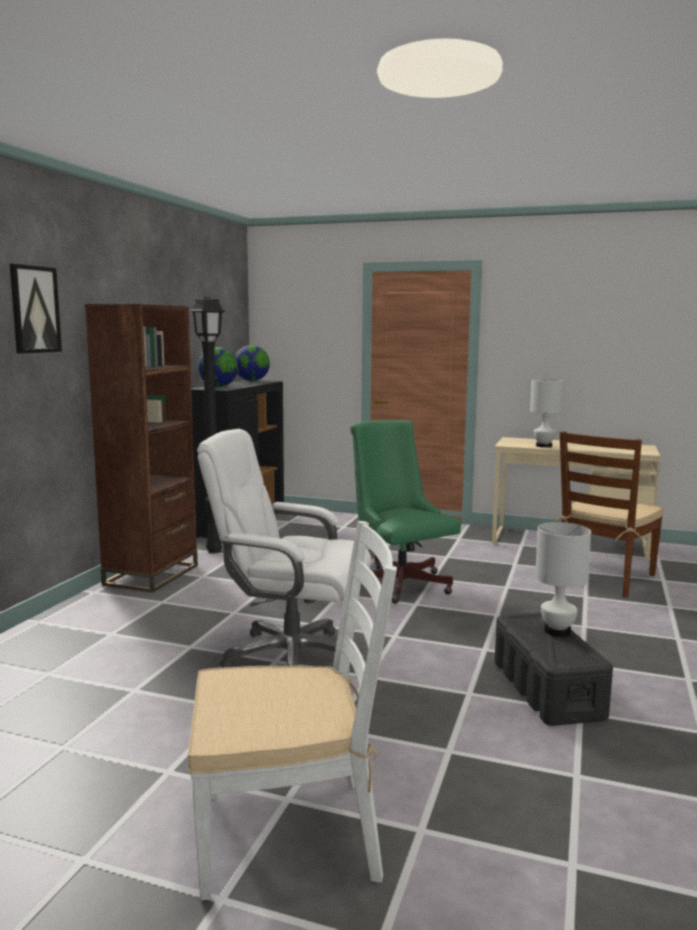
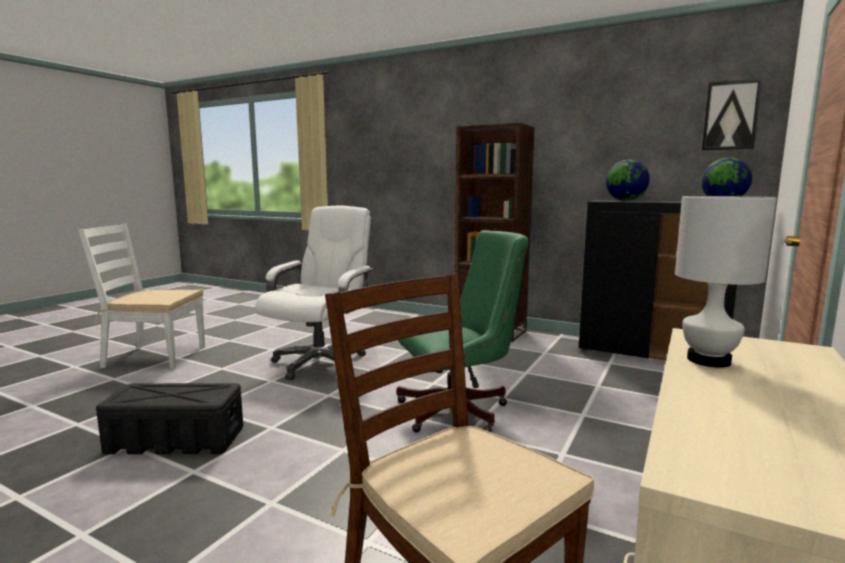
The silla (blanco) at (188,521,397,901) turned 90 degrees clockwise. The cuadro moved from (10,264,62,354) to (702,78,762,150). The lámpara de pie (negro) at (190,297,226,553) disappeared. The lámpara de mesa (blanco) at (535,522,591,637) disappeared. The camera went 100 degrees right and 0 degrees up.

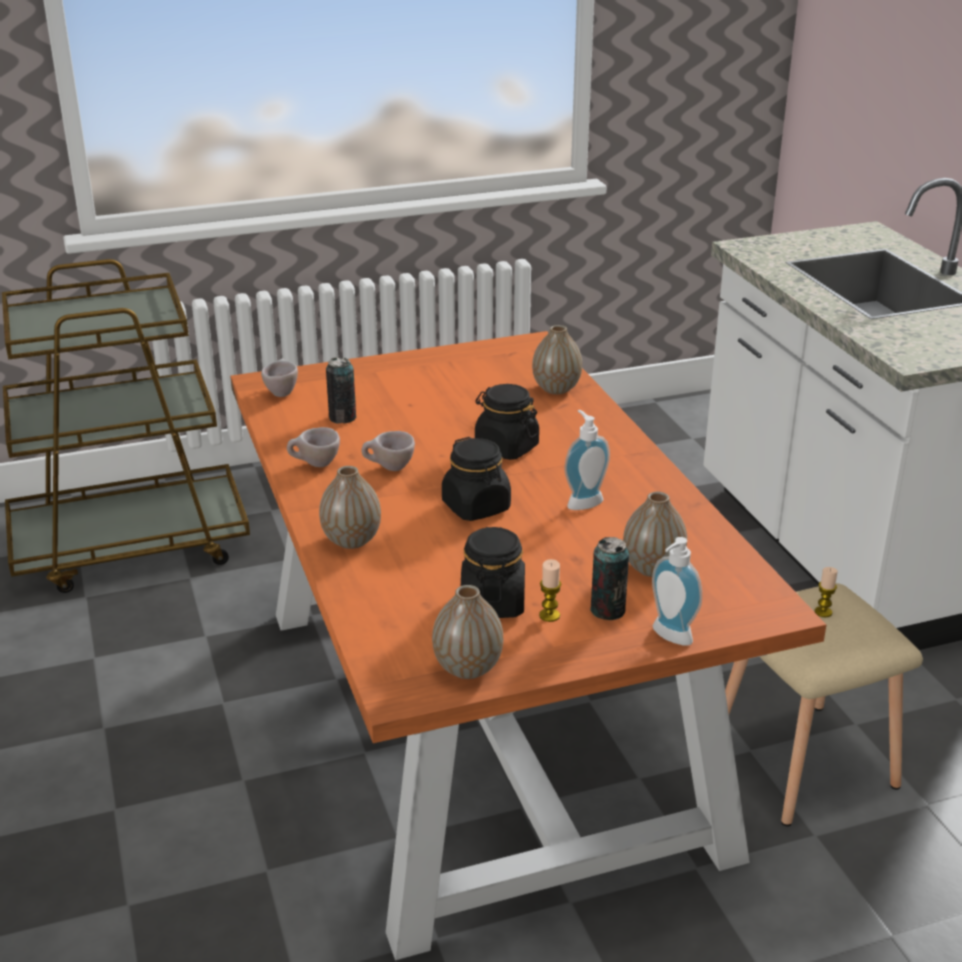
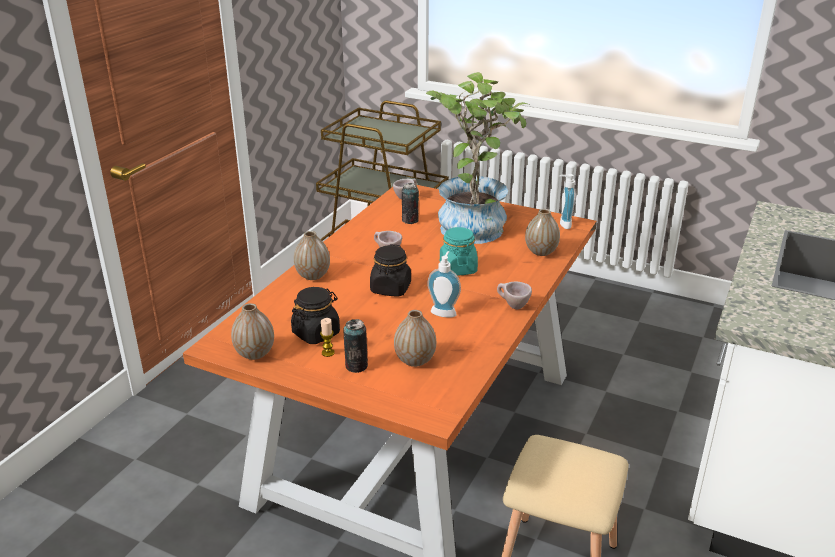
The planta en maceta at (426,72,527,244) appeared. The tarro (negro) at (475,384,539,460) became the tarro (turquesa) at (440,227,478,276). The taza (beis) moved from (287,427,340,467) to (497,281,532,309). The dispensador de jabón moved from (652,537,702,646) to (559,174,575,229). The vela at (815,567,838,617) disappeared. The camera went 45 degrees right and 0 degrees up.

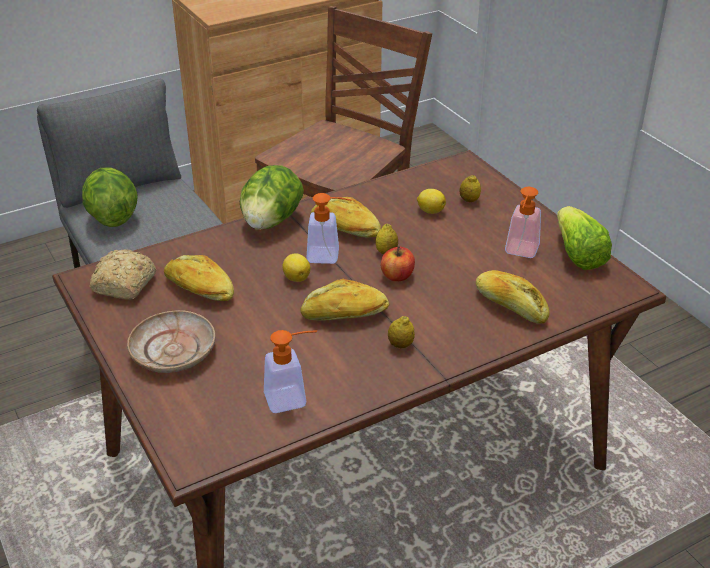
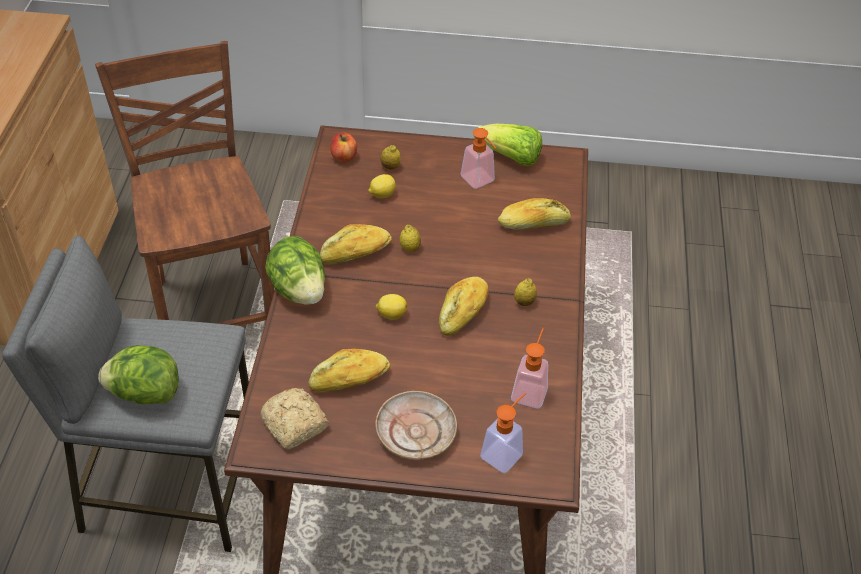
The manzana moved from (381,246,415,281) to (330,133,357,162). The dispensador de jabón moved from (306,193,352,264) to (480,393,526,473). The camera went 55 degrees left and 10 degrees up.

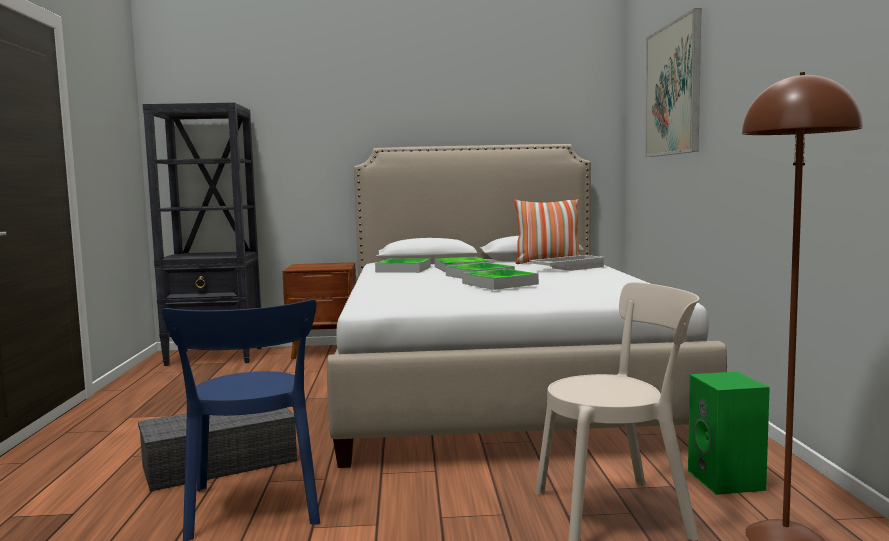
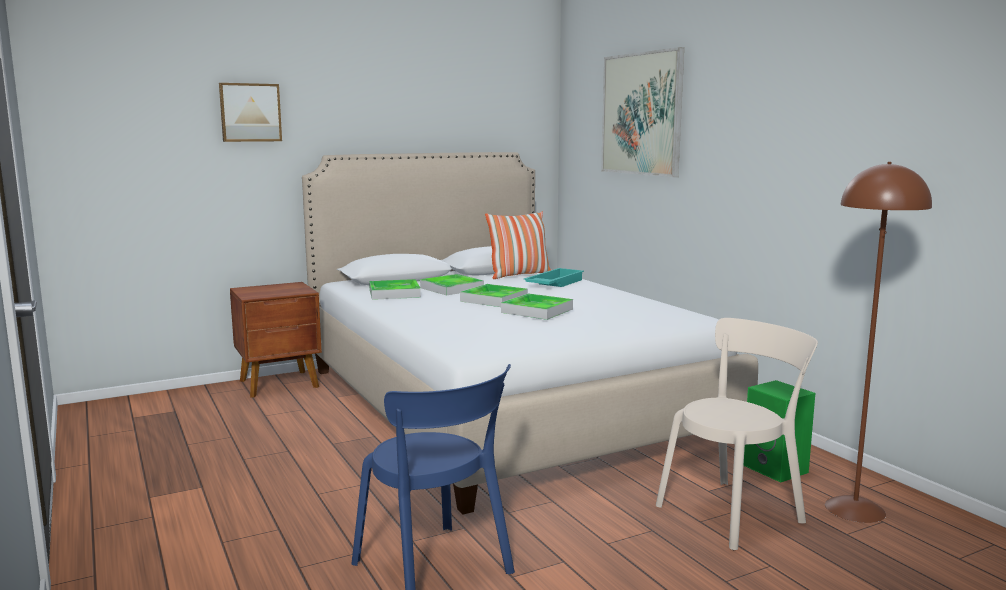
The cuadro at (219,83,282,142) appeared. The bandeja (blanco) at (529,255,606,271) became the bandeja (turquesa) at (523,268,584,287). The caja de almacenaje (gris) at (138,408,297,492) disappeared. The estantería (negro) at (143,102,262,366) disappeared. The camera went 25 degrees left and 5 degrees up.

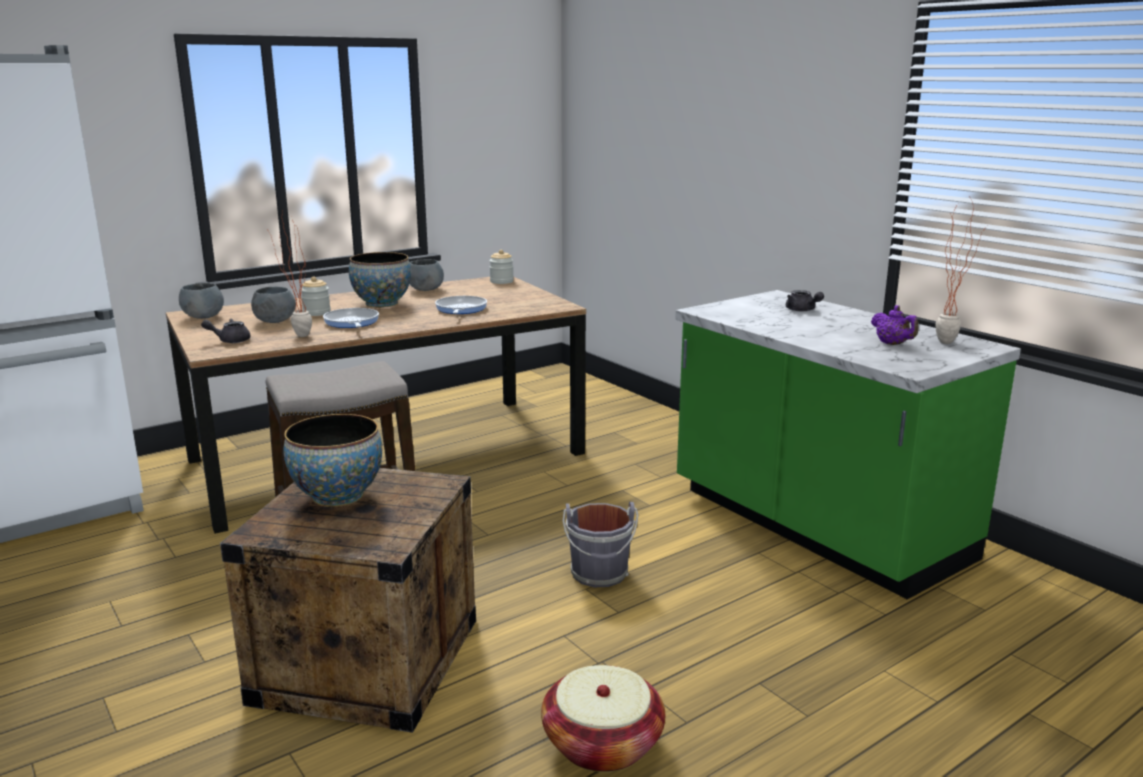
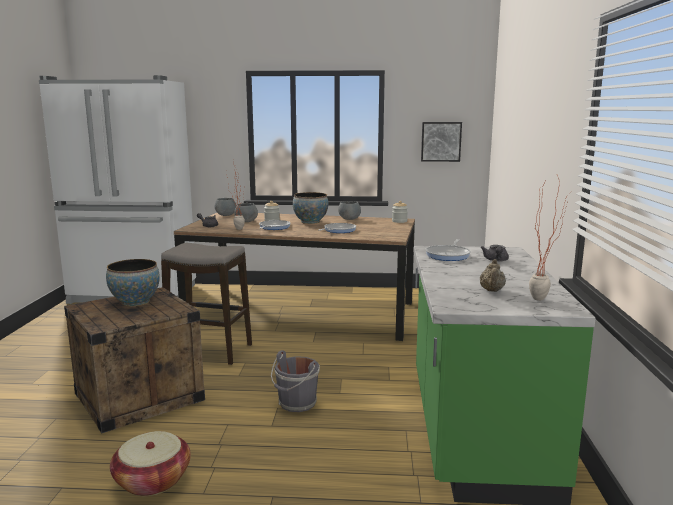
The cuadro at (421,122,462,162) appeared. The sartén at (425,239,471,261) appeared. The tetera (morado) at (871,305,918,345) became the tetera (beis) at (480,259,506,292). The camera went 40 degrees right and 5 degrees down.

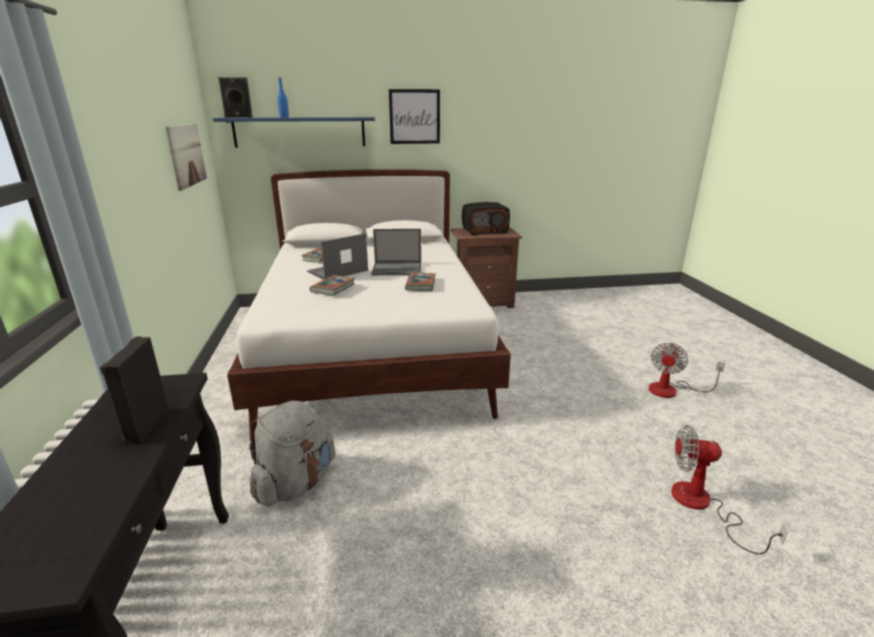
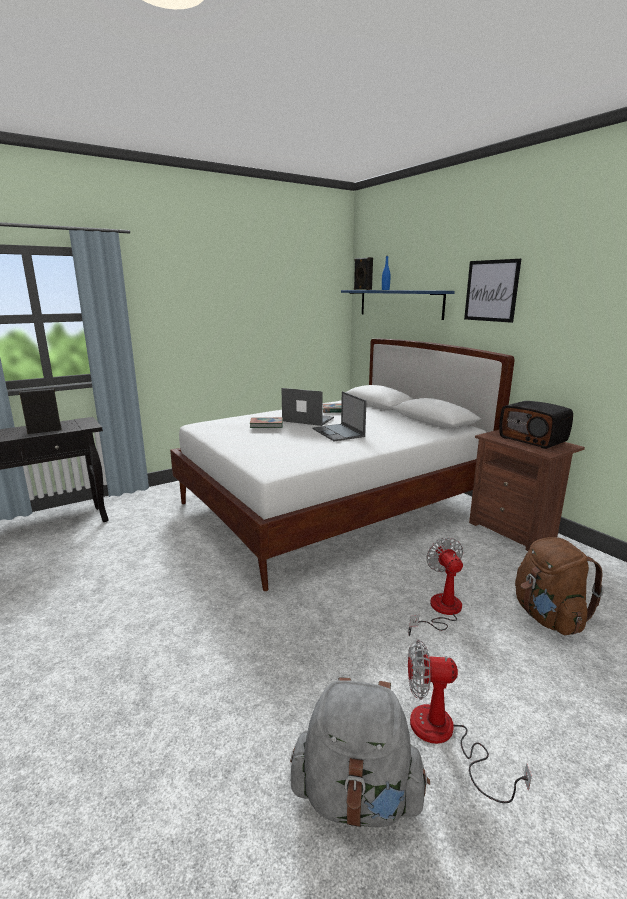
The mochila (gris) moved from (249,401,335,506) to (290,677,430,827). The ventilador moved from (671,425,788,554) to (408,537,463,636). The mochila (marrón) at (515,537,604,635) appeared. The cuadro at (165,123,207,191) disappeared. The libro at (405,273,436,291) disappeared. The camera went 65 degrees right and 5 degrees down.

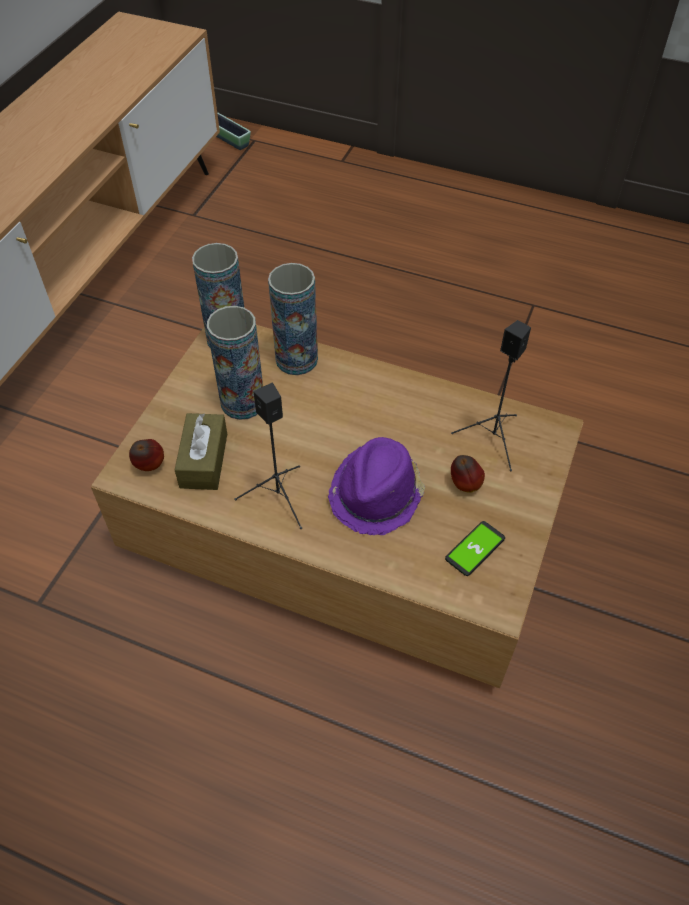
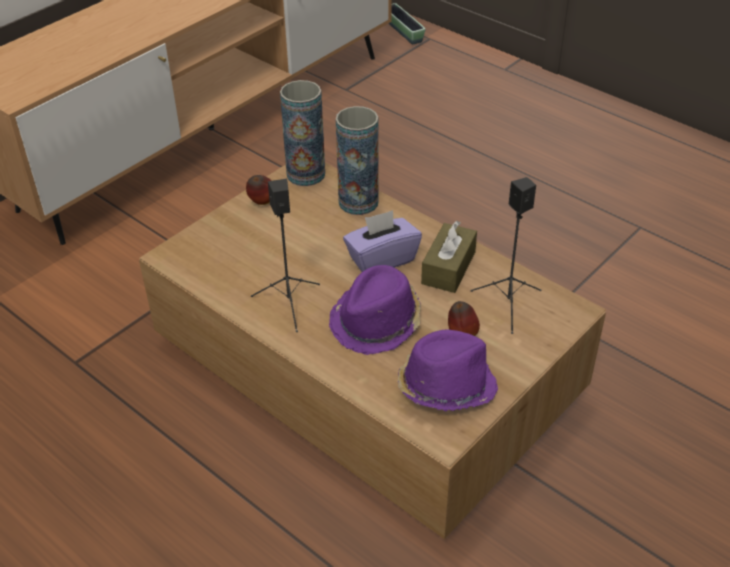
The manzana moved from (129,439,164,471) to (246,175,271,205). The caja de pañuelos (morado) at (343,210,422,272) appeared. The móvil at (445,521,505,576) was replaced by the sombrero (morado) at (398,330,498,412). The caja de pañuelos (marrón) moved from (175,413,227,490) to (421,221,477,293). The florero at (207,306,263,420) disappeared. The camera went 20 degrees right and 10 degrees down.

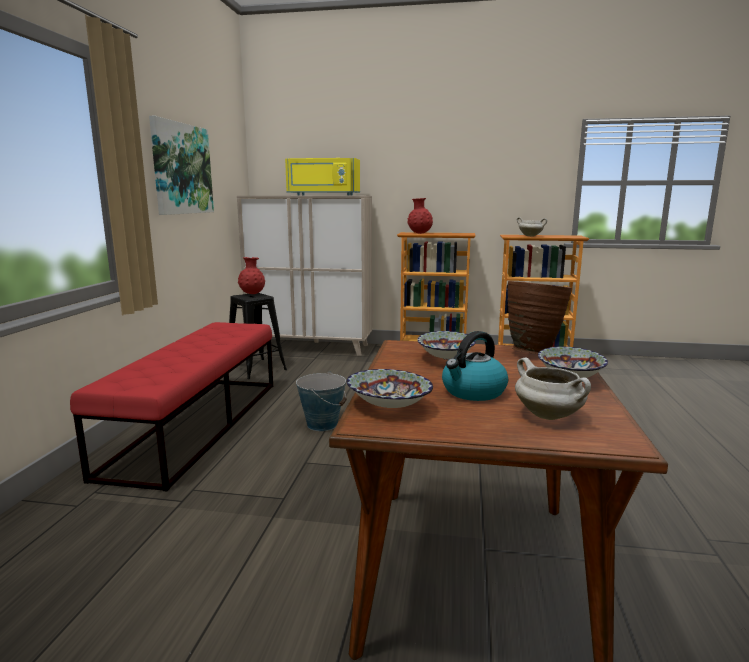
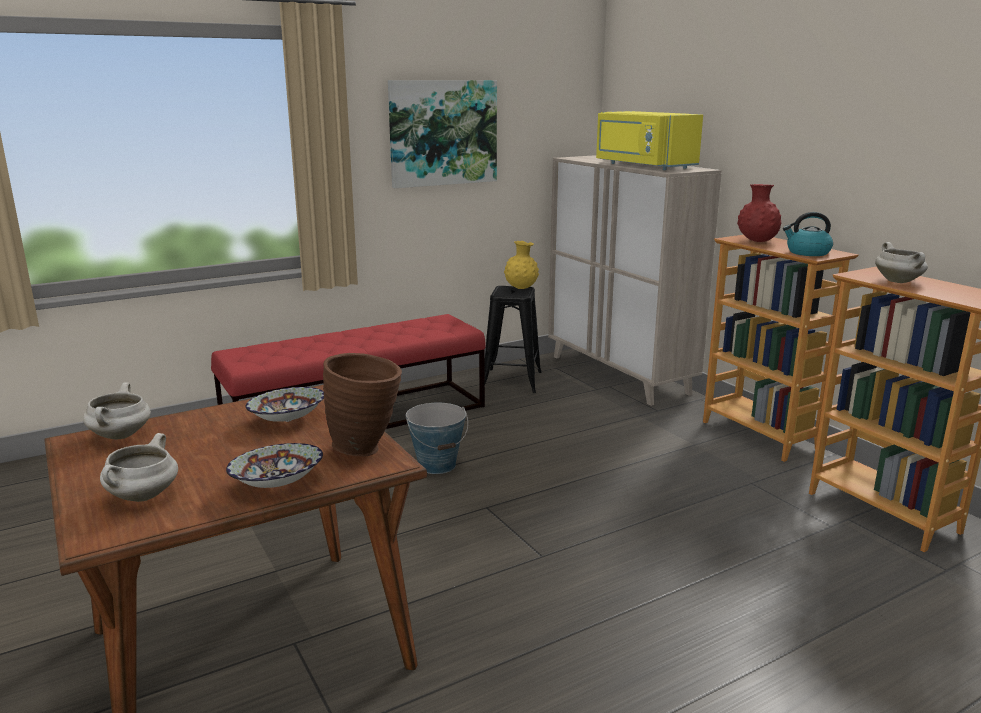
The cuenco at (346,369,433,408) was replaced by the olla (blanco) at (83,383,151,439). The florero (rojo) at (238,257,265,294) became the florero (amarillo) at (504,241,539,289). The hervidor moved from (442,331,508,401) to (783,212,833,256). The camera went 50 degrees right and 5 degrees up.

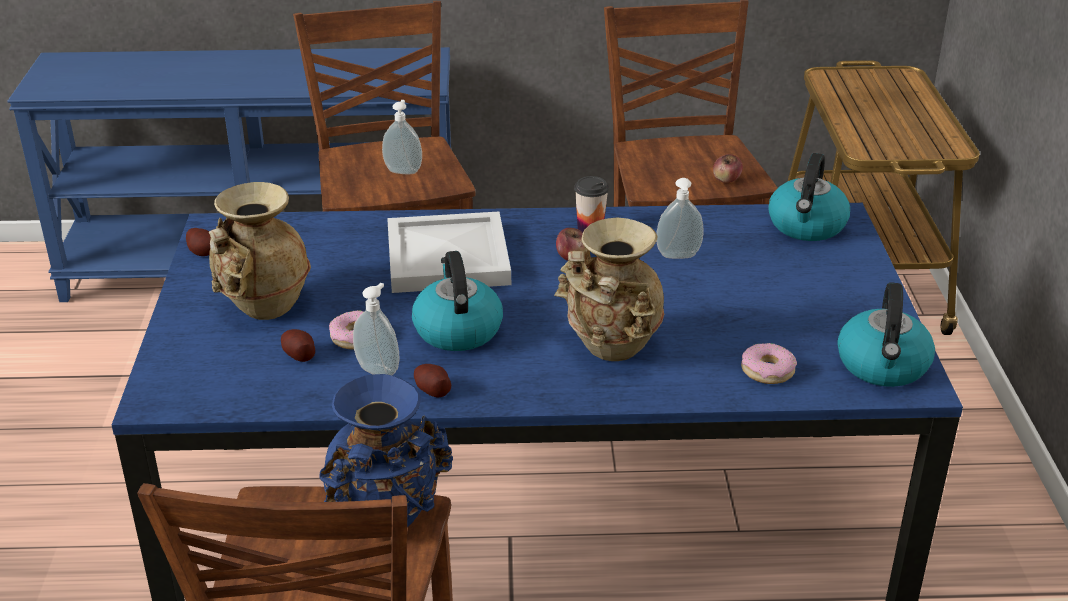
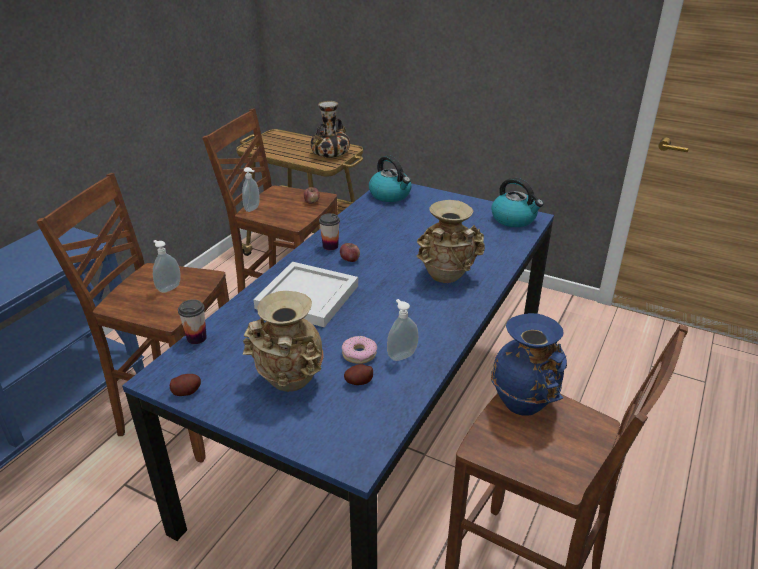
The taza at (178,299,207,344) appeared. The dispensador de jabón moved from (656,178,704,259) to (242,167,260,212). The florero at (311,101,350,158) appeared. The hervidor at (412,251,503,351) disappeared. The patata at (414,364,451,397) disappeared. The rosquilla at (741,343,797,384) disappeared. The camera went 60 degrees left and 0 degrees up.

